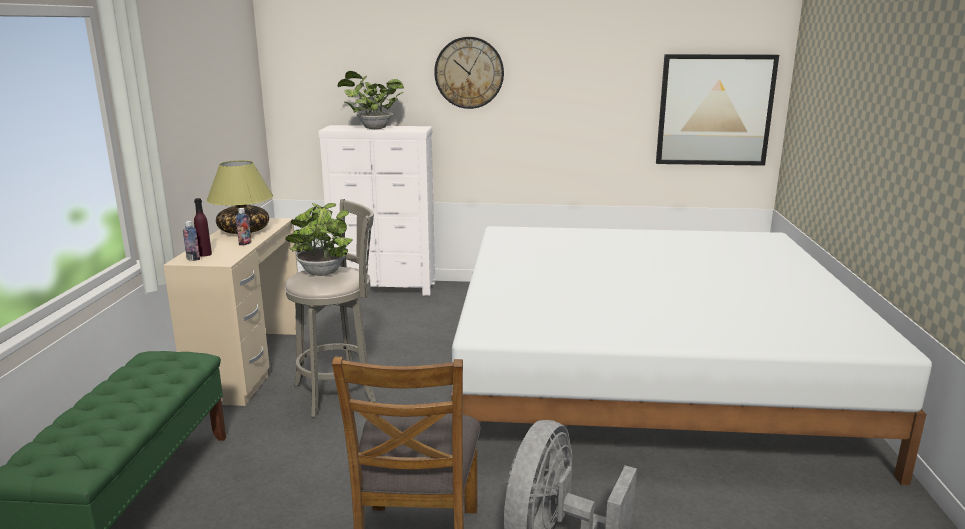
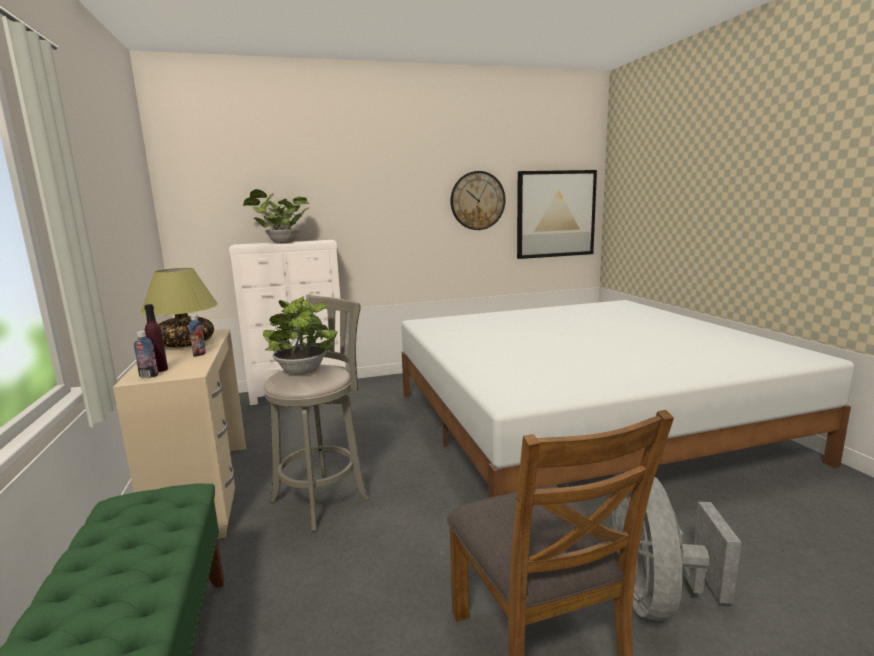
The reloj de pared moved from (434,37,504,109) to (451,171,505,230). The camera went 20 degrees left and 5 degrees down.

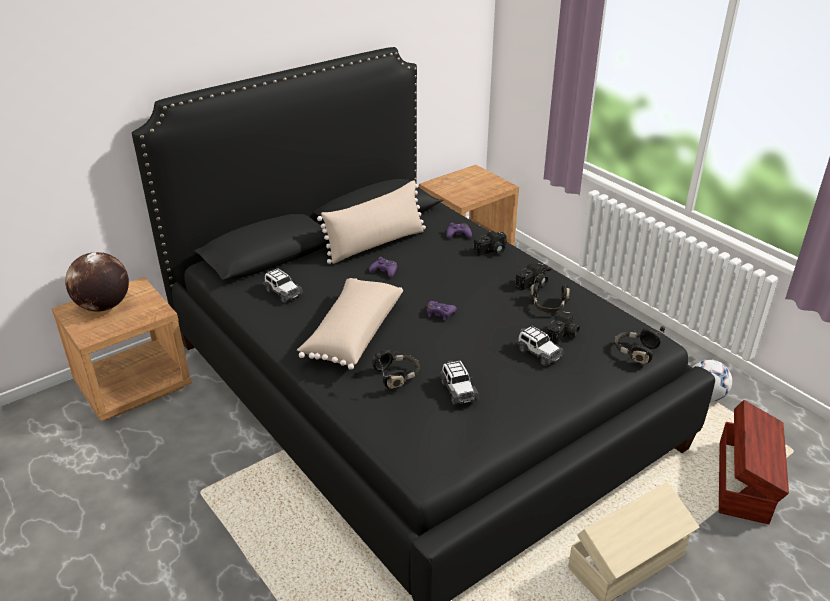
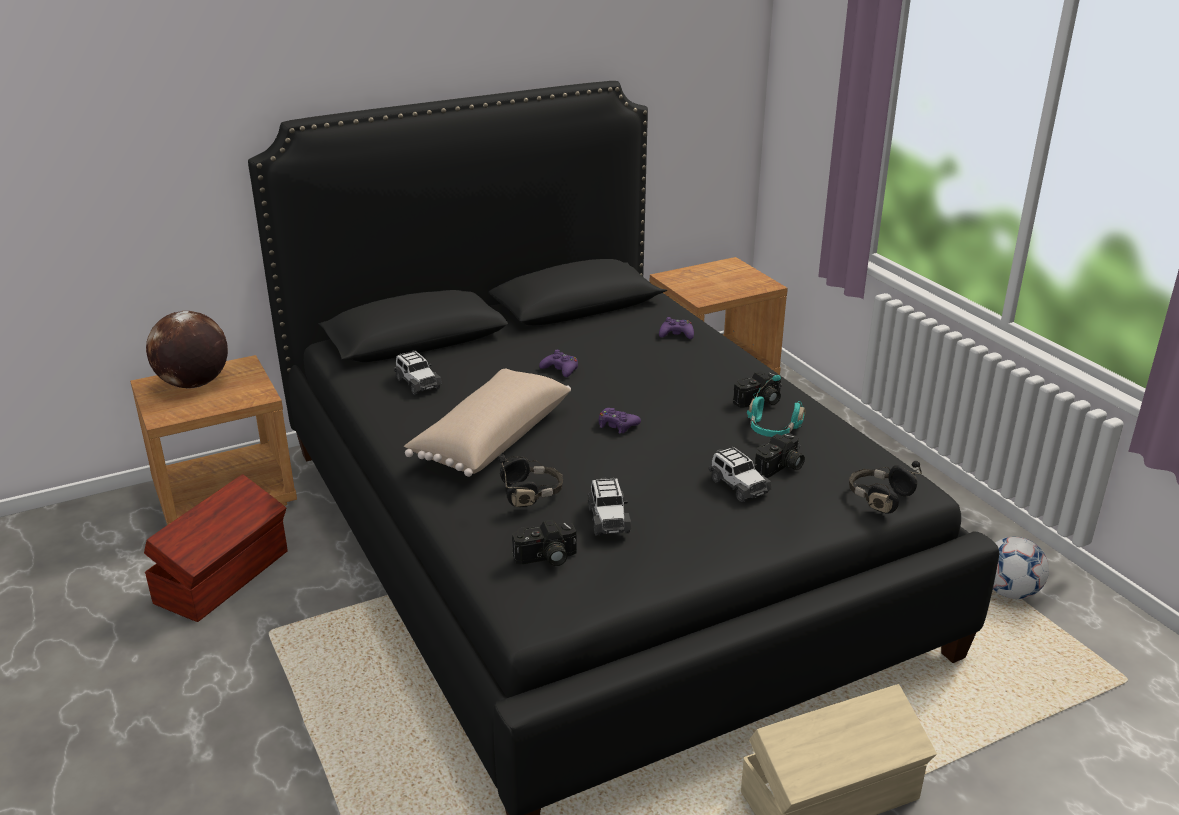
The caja de almacenaje (marrón) moved from (719,400,789,524) to (144,474,288,622). The cámara moved from (474,231,507,255) to (512,520,577,566). The auriculares (negro) at (529,267,570,313) became the auriculares (turquesa) at (747,375,806,437). The cojín (beis) at (317,180,426,264) disappeared. The camera went 10 degrees right and 5 degrees down.

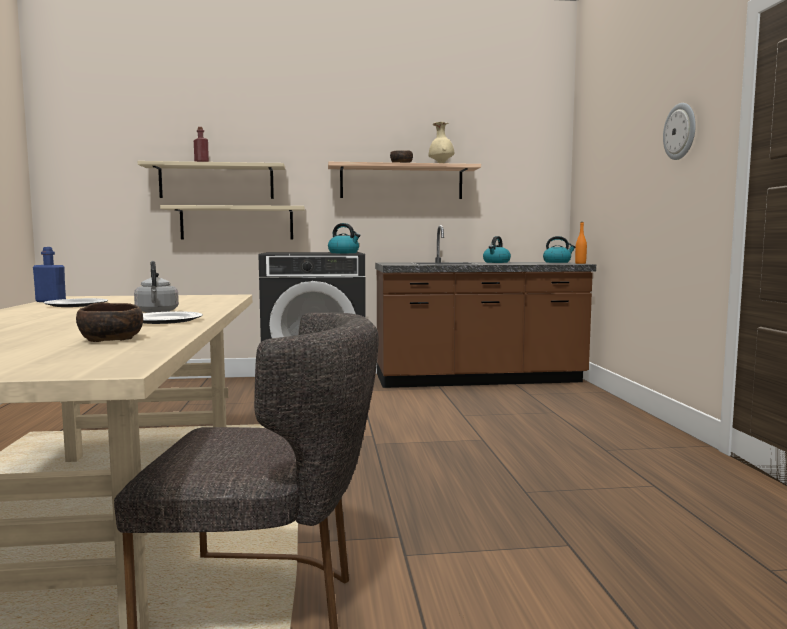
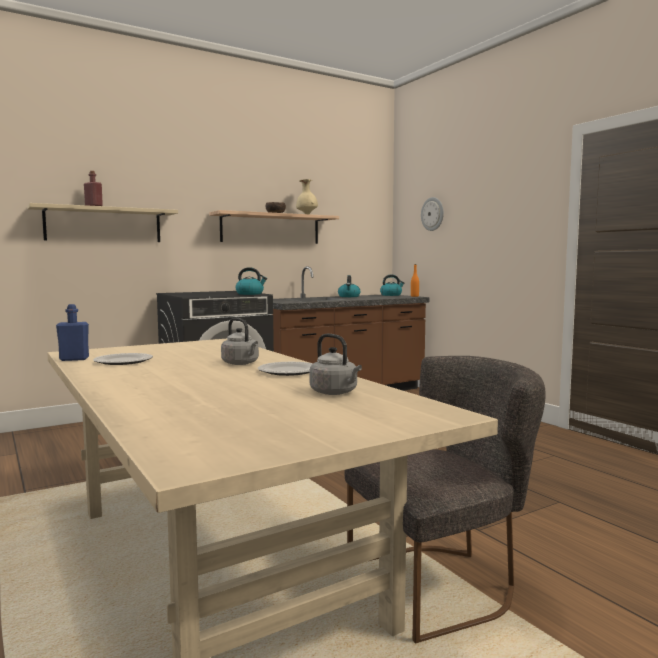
The cuenco (marrón) at (76,302,143,342) was replaced by the hervidor (gris) at (310,334,362,395). The reloj de pared moved from (663,103,696,160) to (421,197,444,231). The estante (beis) at (160,205,305,239) disappeared. The camera went 25 degrees left and 0 degrees up.

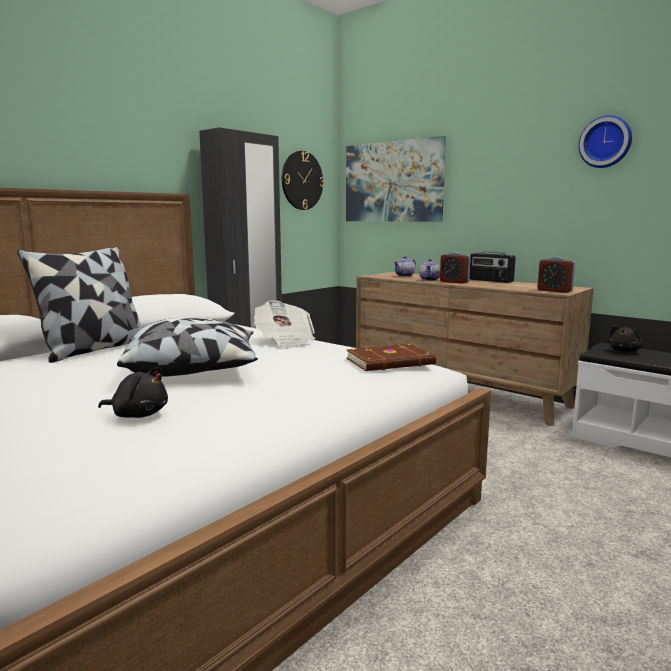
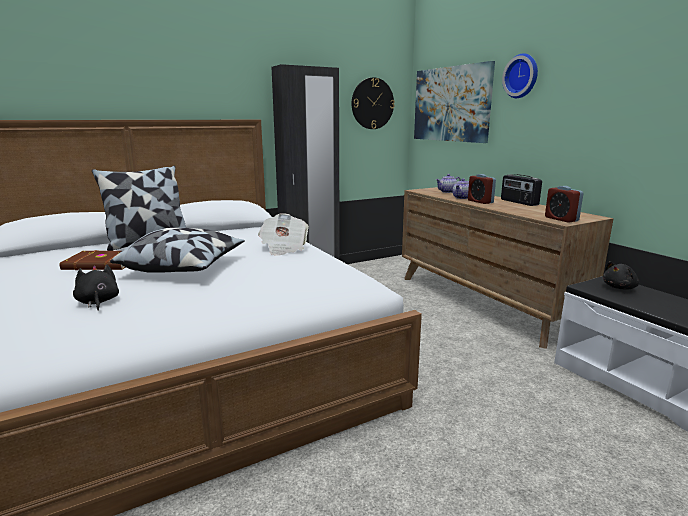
The libro (marrón) moved from (346,344,436,371) to (60,250,125,270). The peluche (negro) at (98,367,168,418) turned 150 degrees counterclockwise. The reloj de pared moved from (578,115,632,168) to (502,53,538,98). The camera went 20 degrees right and 5 degrees up.

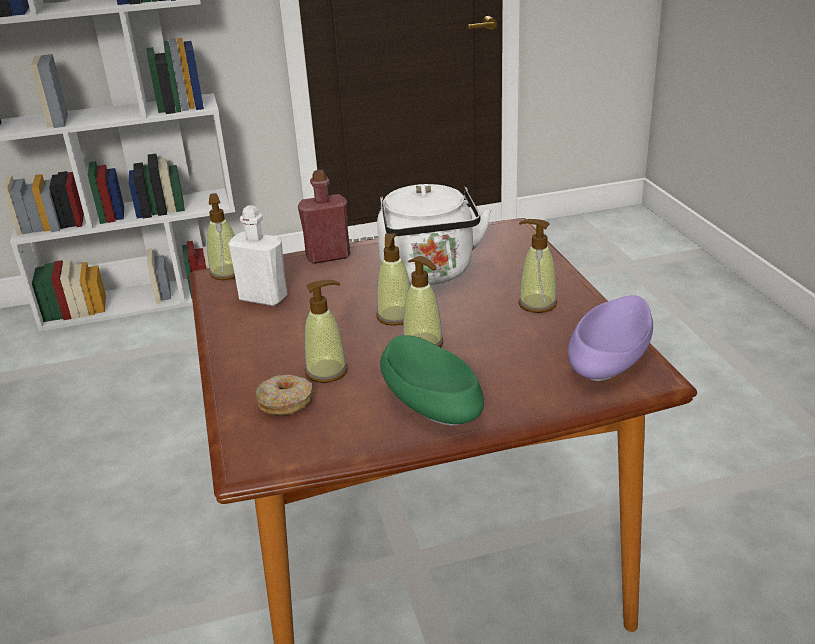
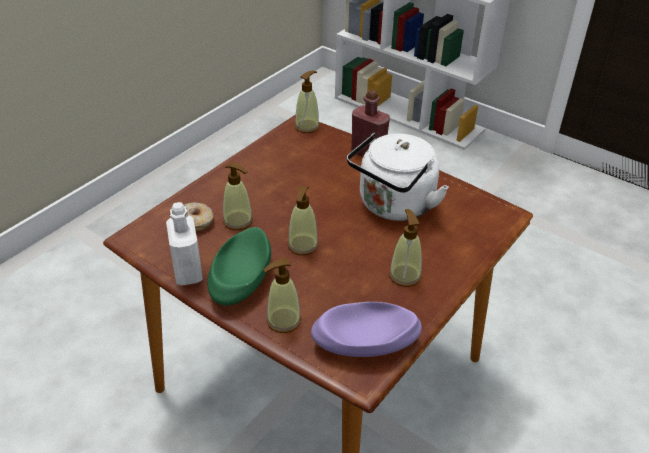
The botella (blanco) moved from (228,205,287,306) to (166,202,203,285). The dispensador de jabón moved from (376,233,410,326) to (263,258,301,333). The camera went 50 degrees right and 10 degrees up.

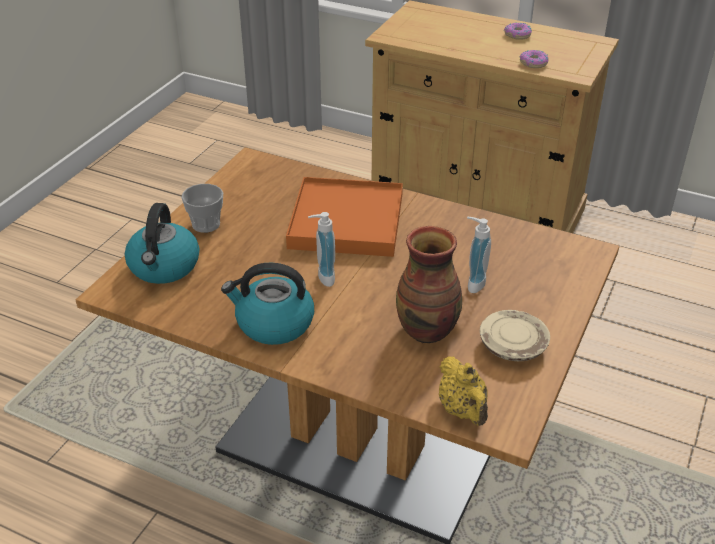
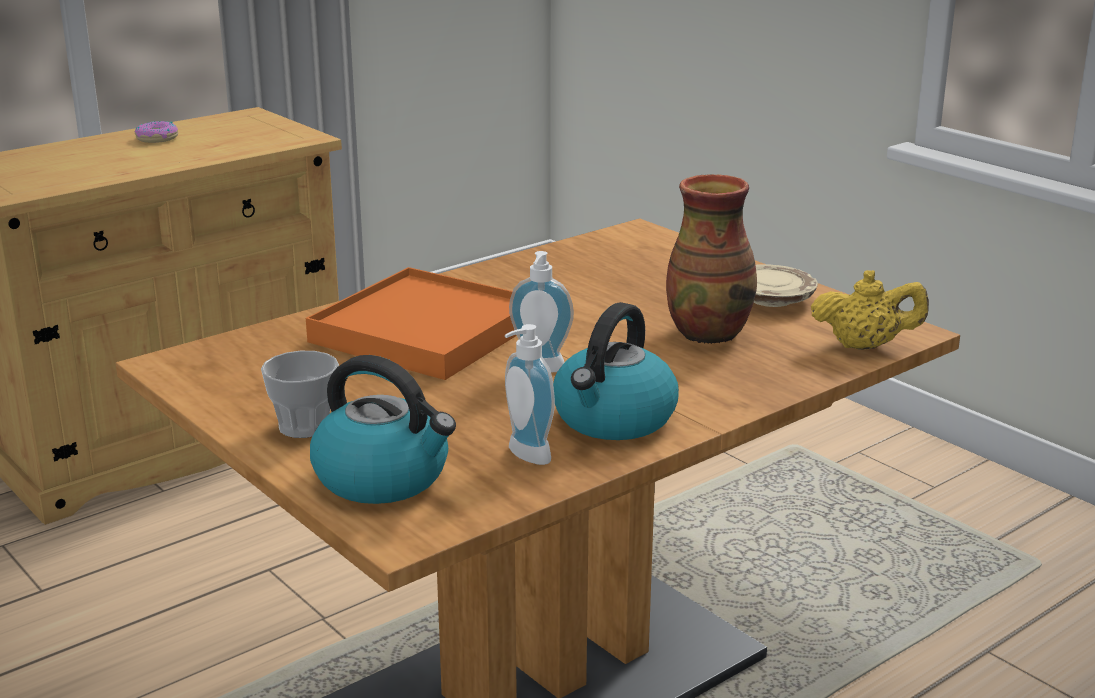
The dispensador de jabón moved from (467,217,491,293) to (505,324,555,465). The rosquilla at (520,50,548,68) disappeared. The camera went 65 degrees left and 15 degrees down.

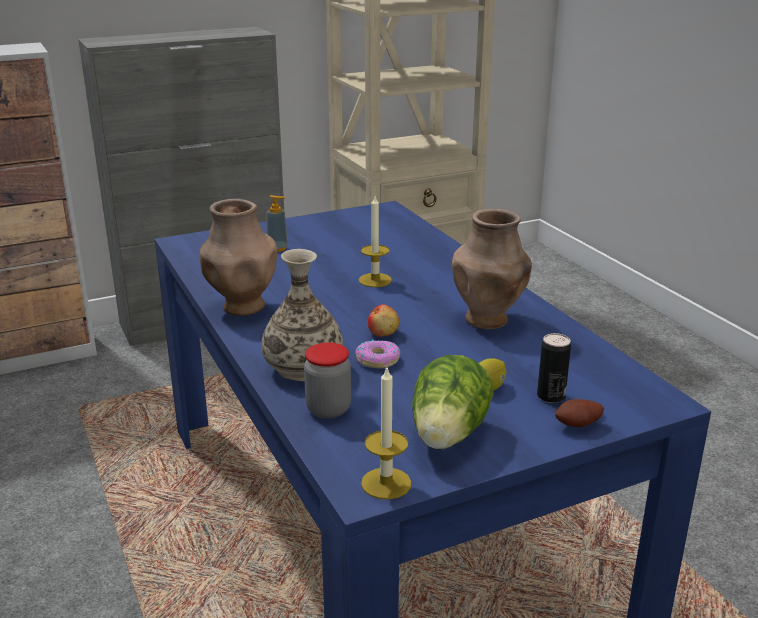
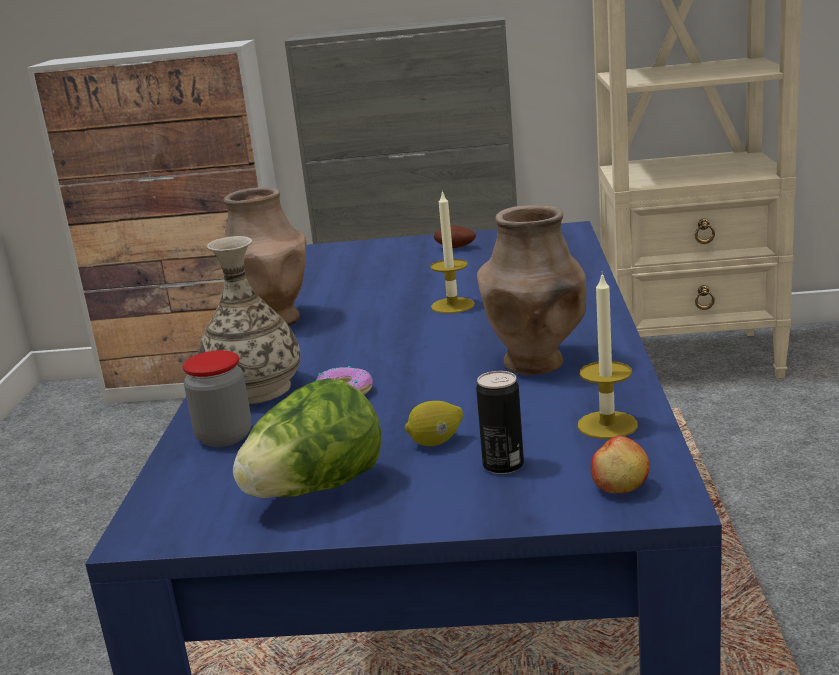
The patata moved from (555,399,604,427) to (434,226,476,248). The vela moved from (361,365,411,500) to (578,273,638,439). The manzana moved from (368,304,399,337) to (591,436,650,494). The dispensador de jabón at (267,195,288,252) disappeared. The camera went 30 degrees right and 5 degrees down.

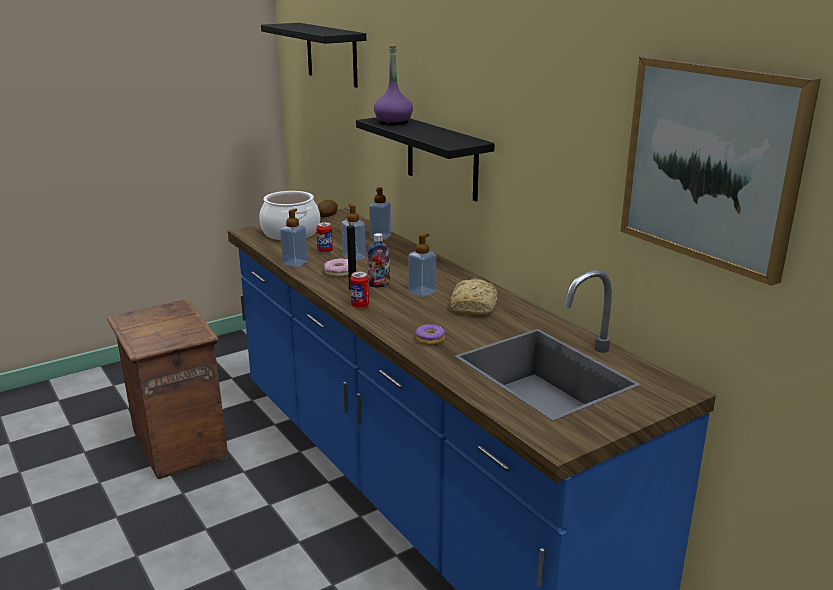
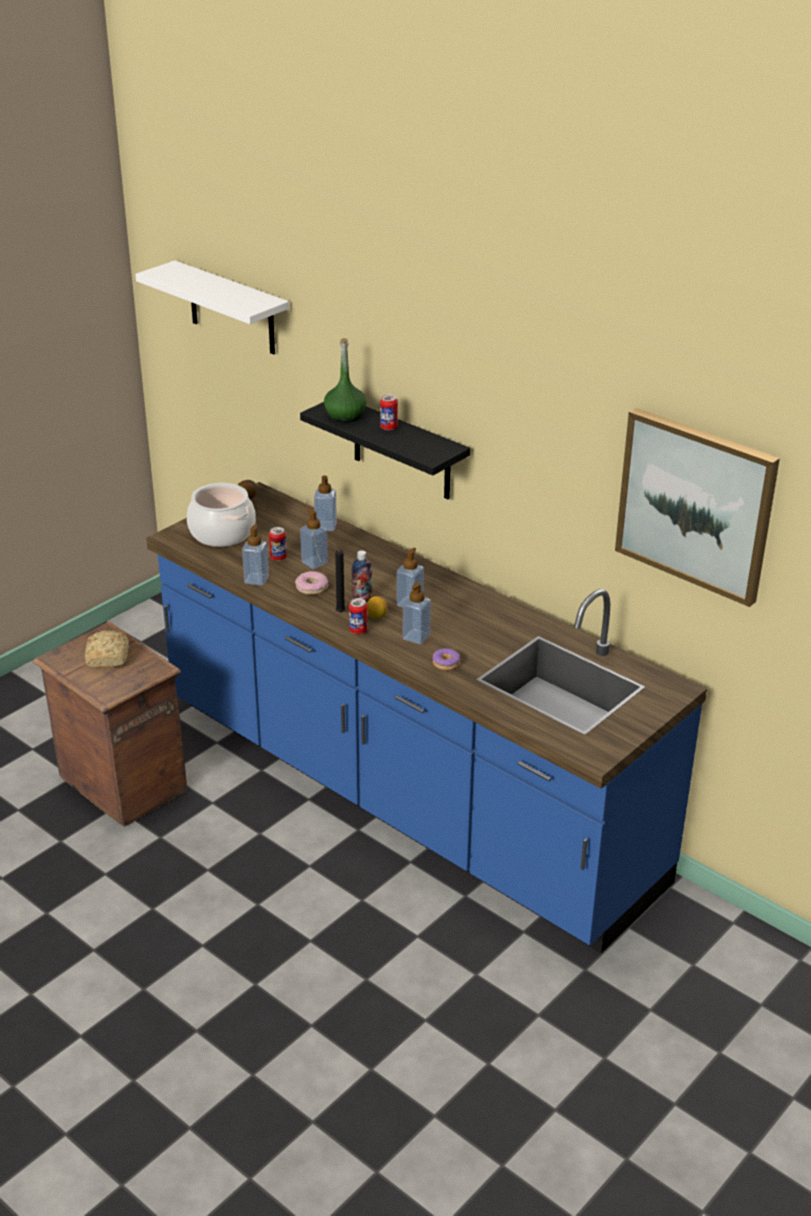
The pan moved from (451,278,497,315) to (85,630,129,668). The estante (negro) at (261,23,366,88) became the estante (blanco) at (135,260,289,355). The botella (morado) at (374,44,413,126) became the botella (verde) at (324,338,367,422). The limón at (367,596,387,619) appeared. The lata at (380,394,398,430) appeared. The dispensador de jabón at (403,582,431,644) appeared. The camera went 15 degrees left and 10 degrees up.

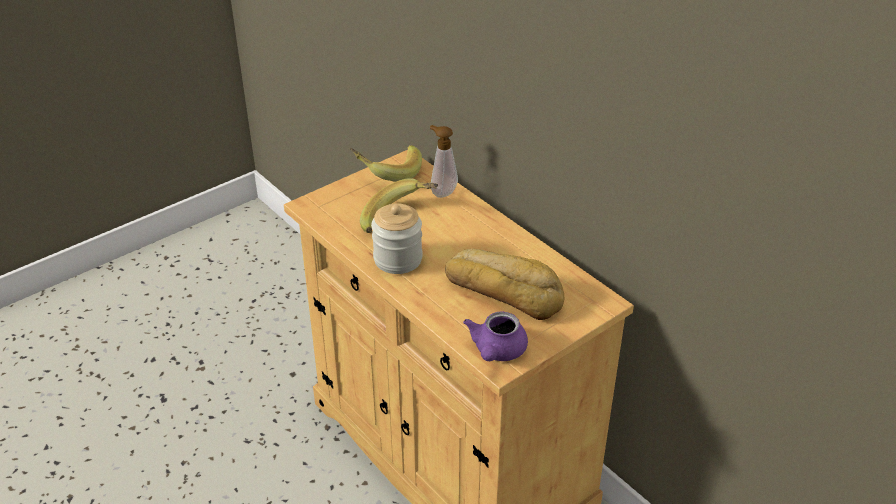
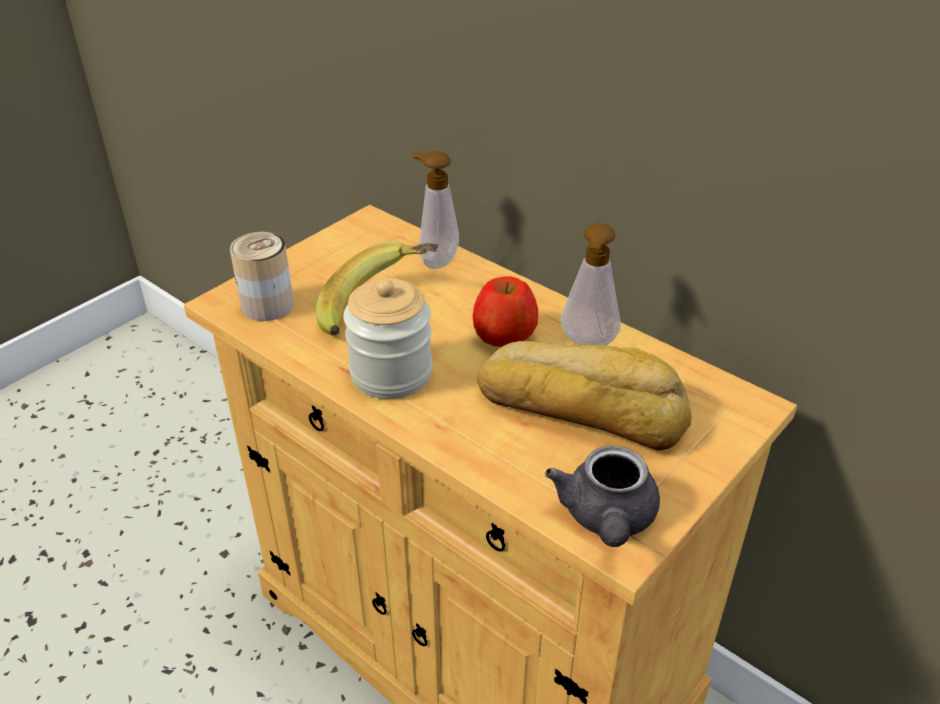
The lata at (230,232,294,321) appeared. The manzana at (473,276,538,347) appeared. The tetera (morado) at (463,311,528,361) became the tetera (gris) at (545,446,660,547). The dispensador de jabón at (561,223,621,345) appeared. The plátano at (350,145,422,182) disappeared. The camera went 10 degrees left and 0 degrees up.

